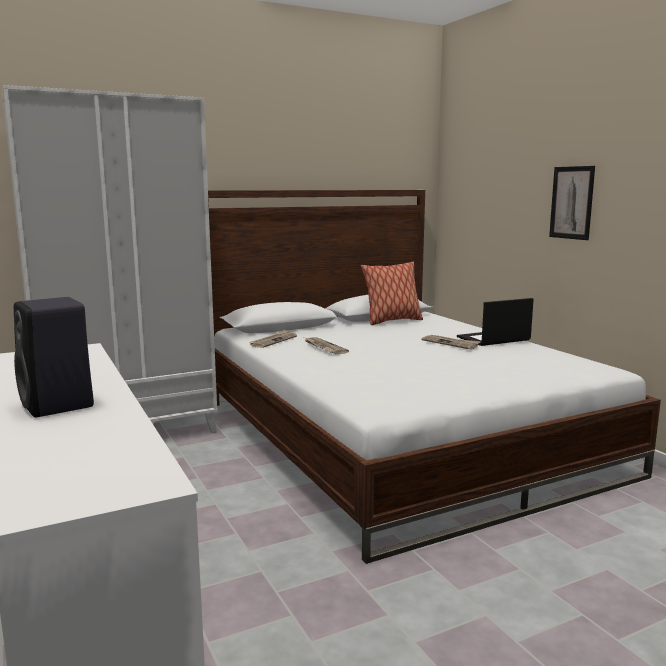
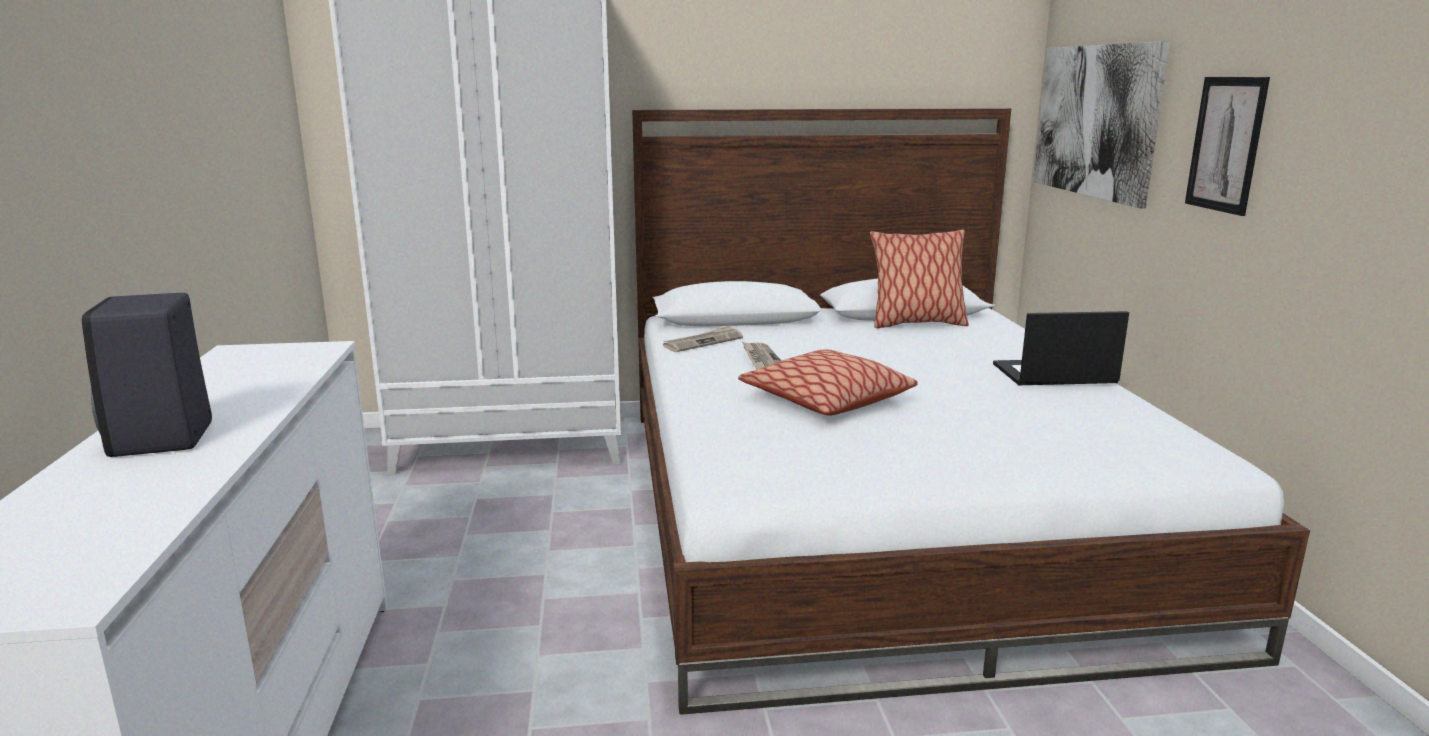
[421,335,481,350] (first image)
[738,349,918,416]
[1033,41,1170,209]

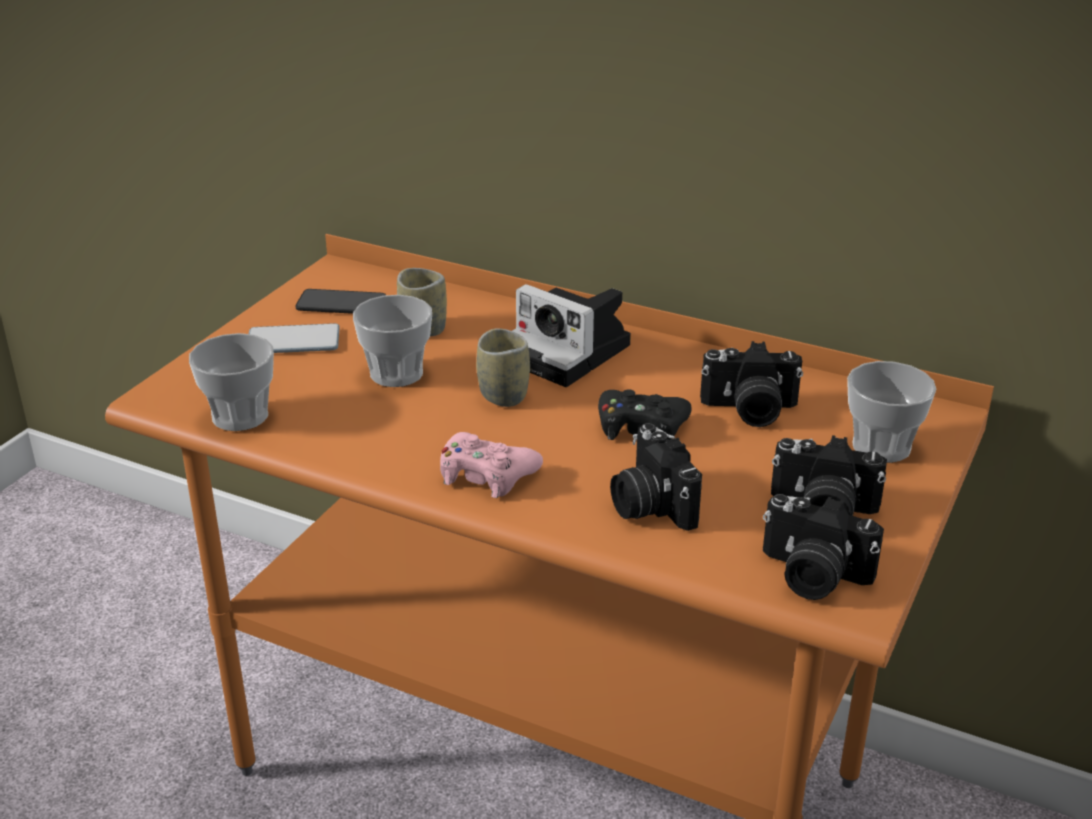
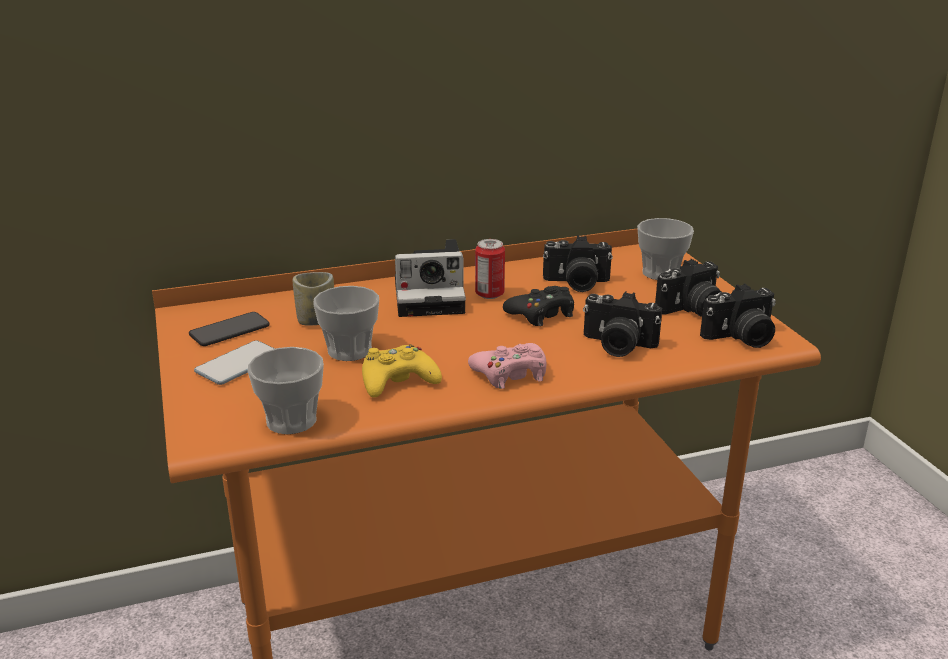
[476,328,530,407] (first image)
[543,235,613,292]
[362,344,442,398]
[475,239,505,299]

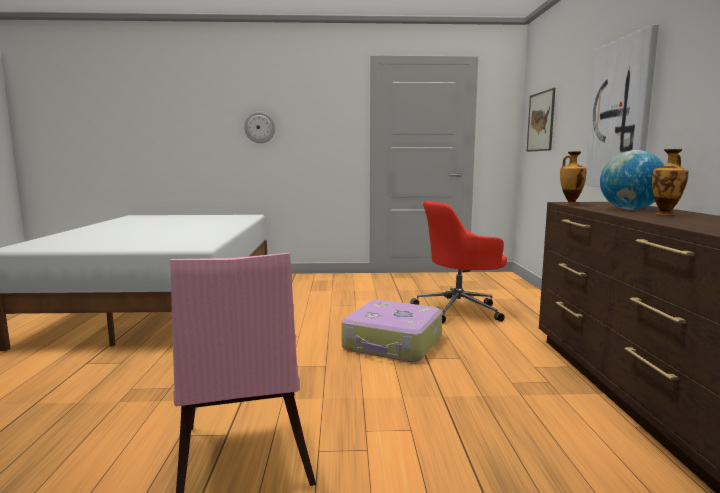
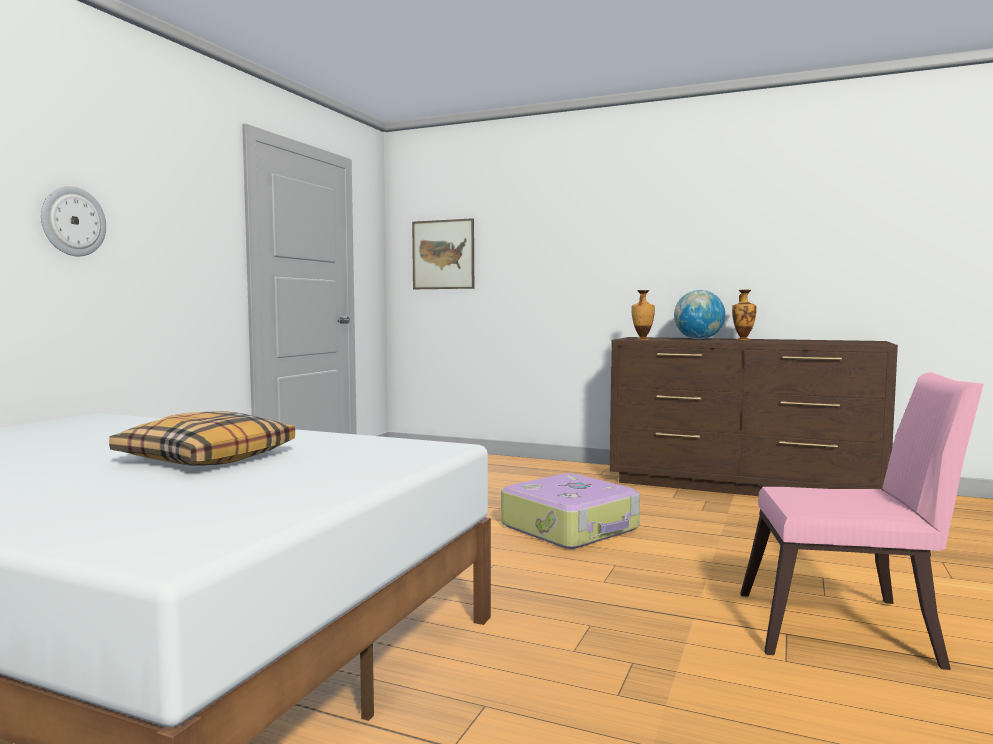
[411,201,507,324] (first image)
[584,24,659,187] (first image)
[109,411,295,466]

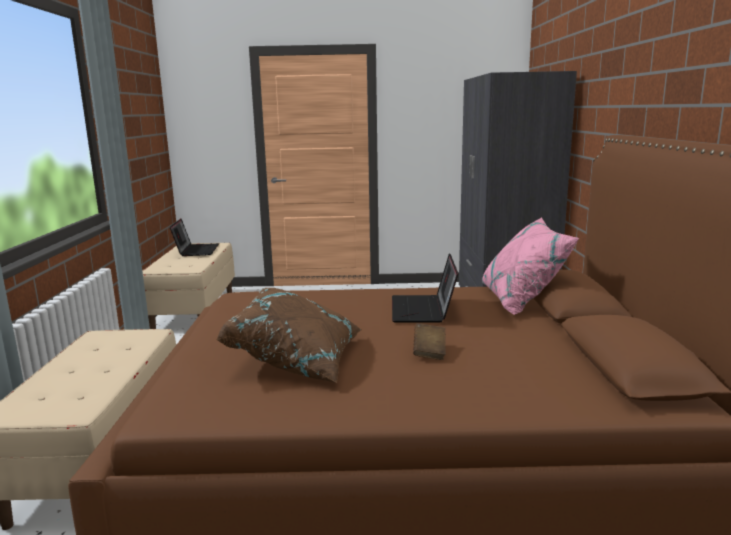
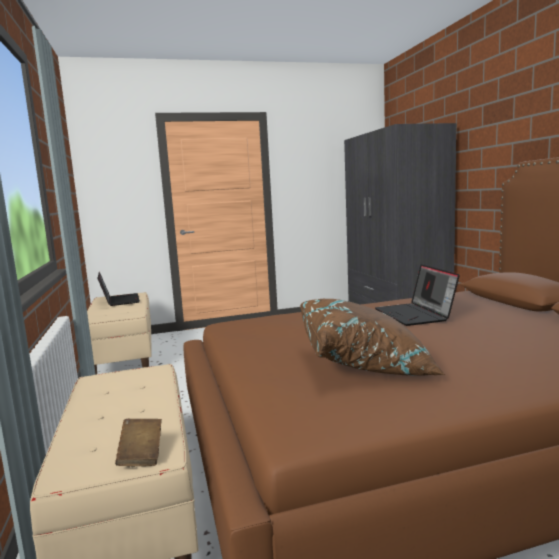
[115,419,162,466]
[482,217,579,315] (first image)

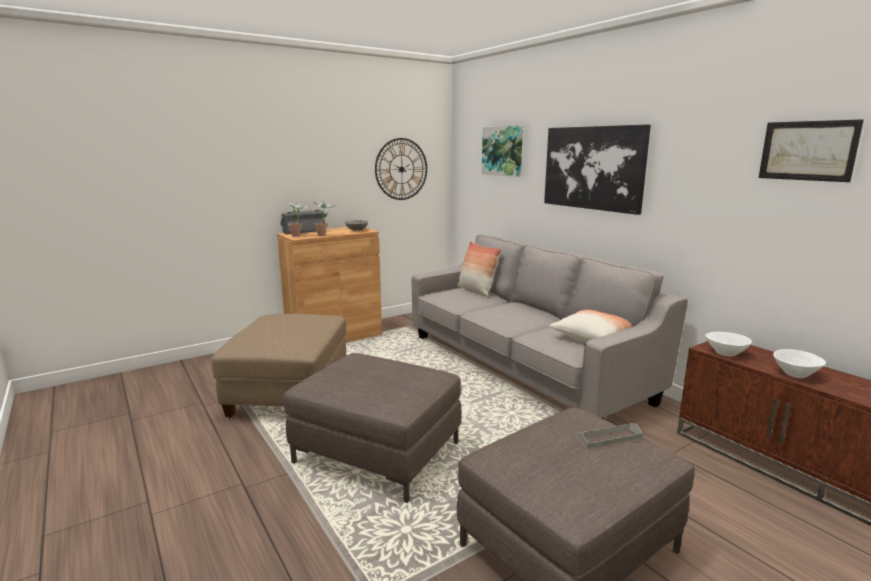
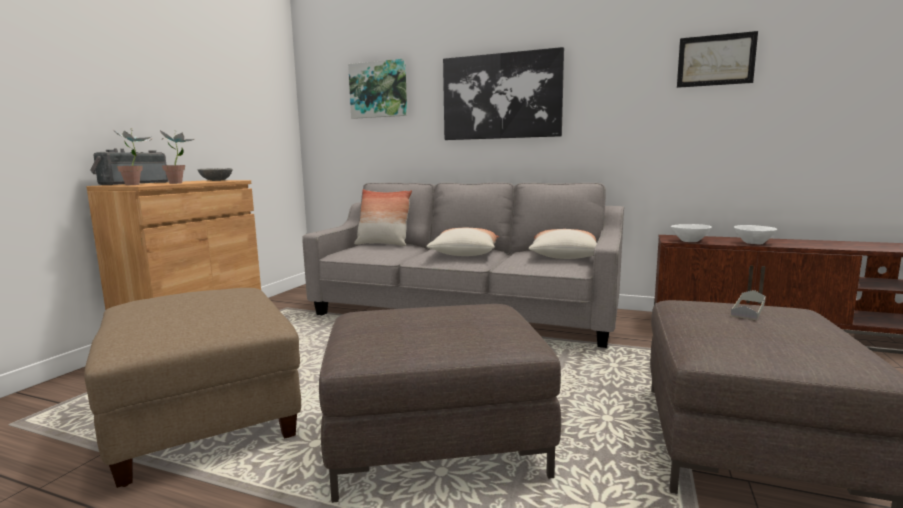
[375,138,427,200] (first image)
[426,228,499,256]

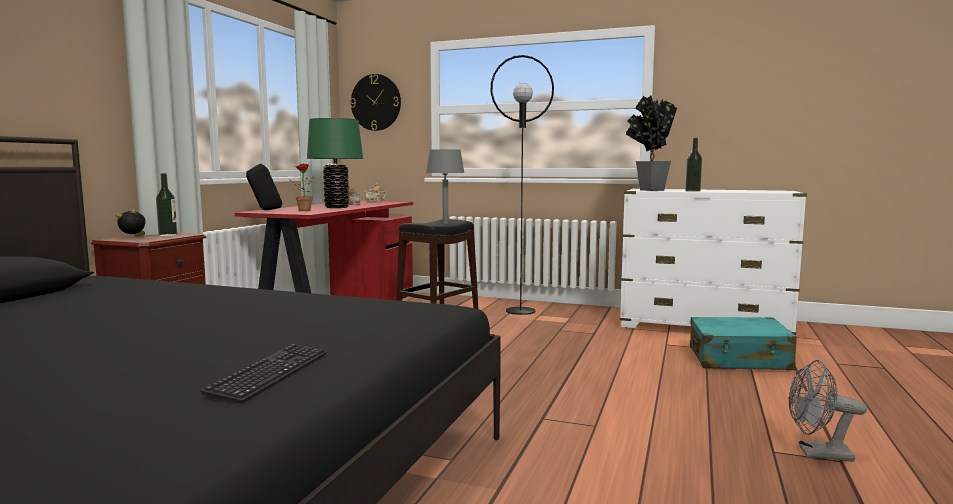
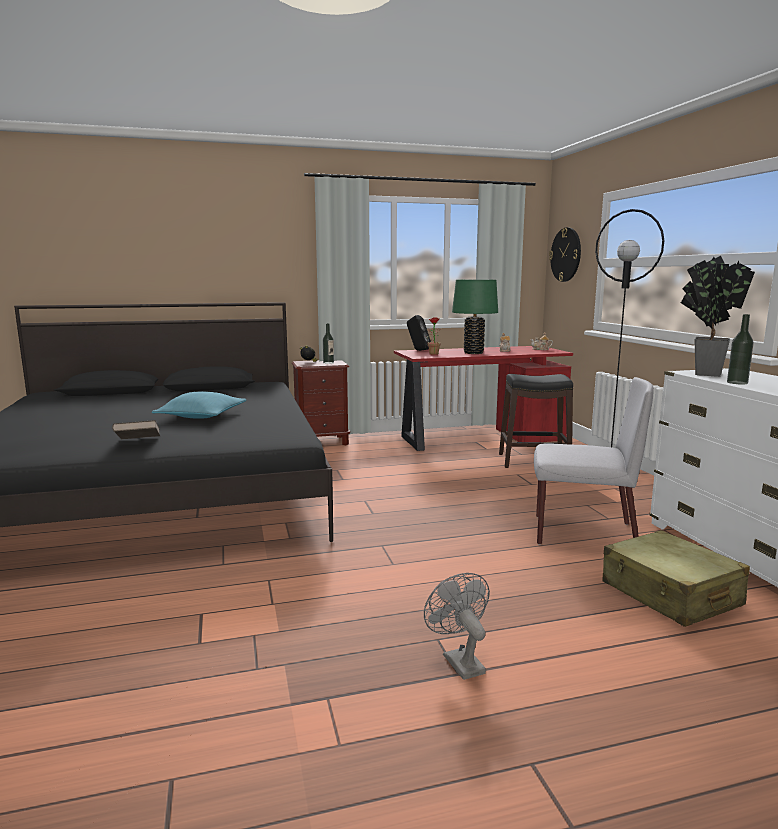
[112,420,160,439]
[426,149,465,224] (first image)
[603,530,750,627]
[152,392,247,419]
[534,377,654,545]

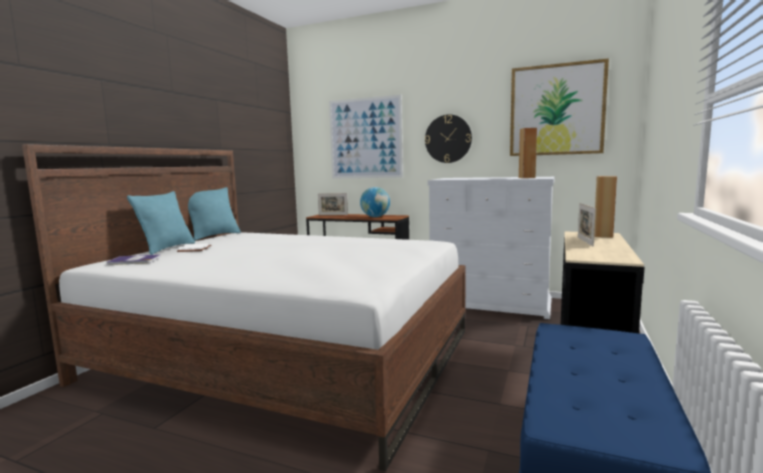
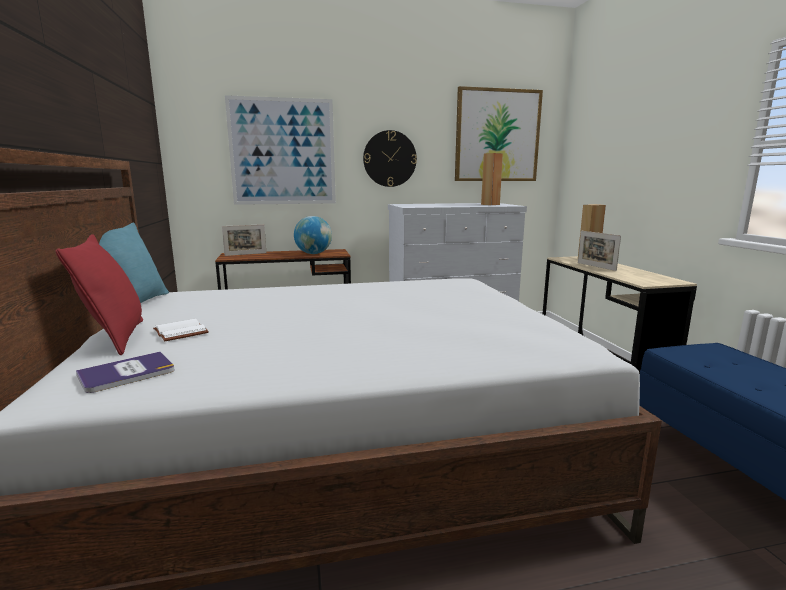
[56,234,143,355]

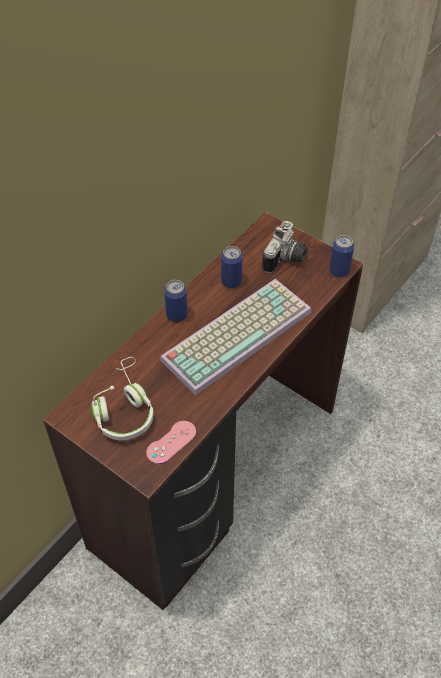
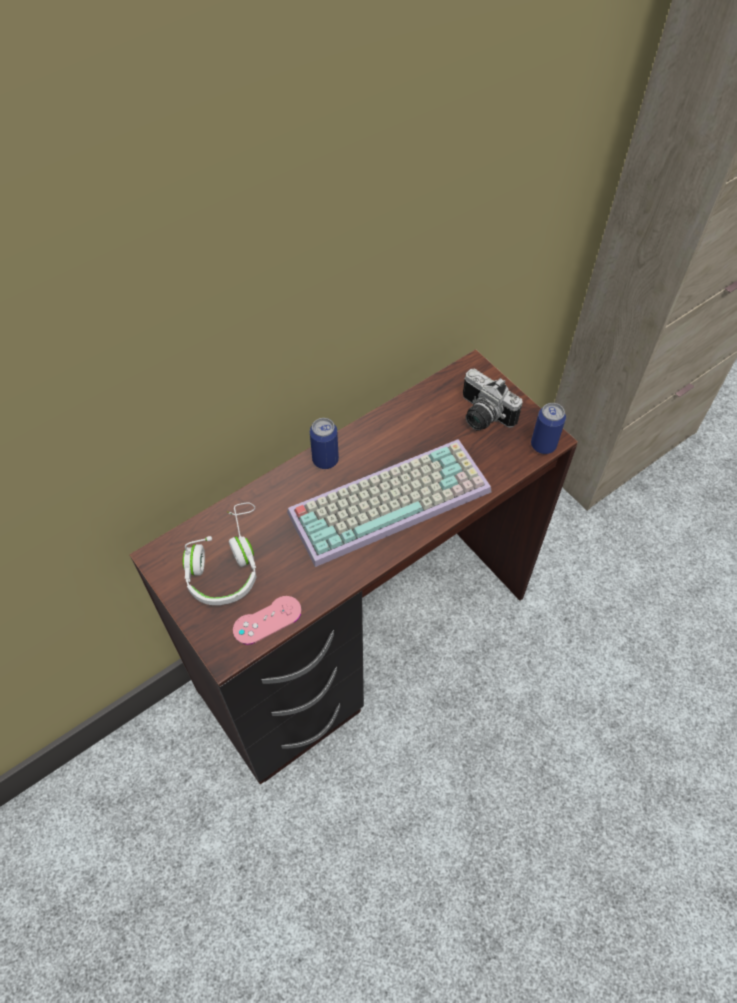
[221,246,243,288] (first image)
[463,369,523,431]

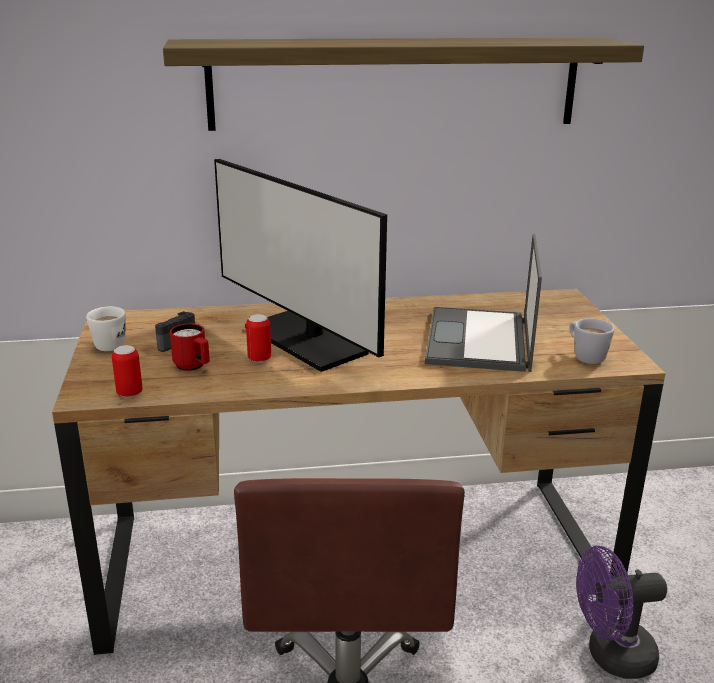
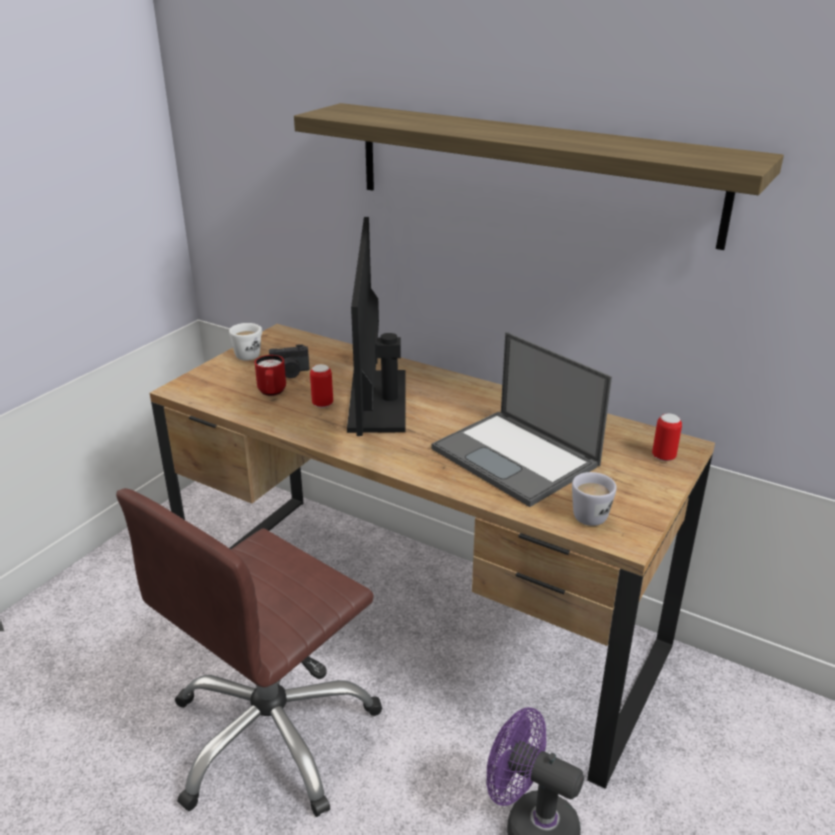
[652,414,682,461]
[432,332,612,507]

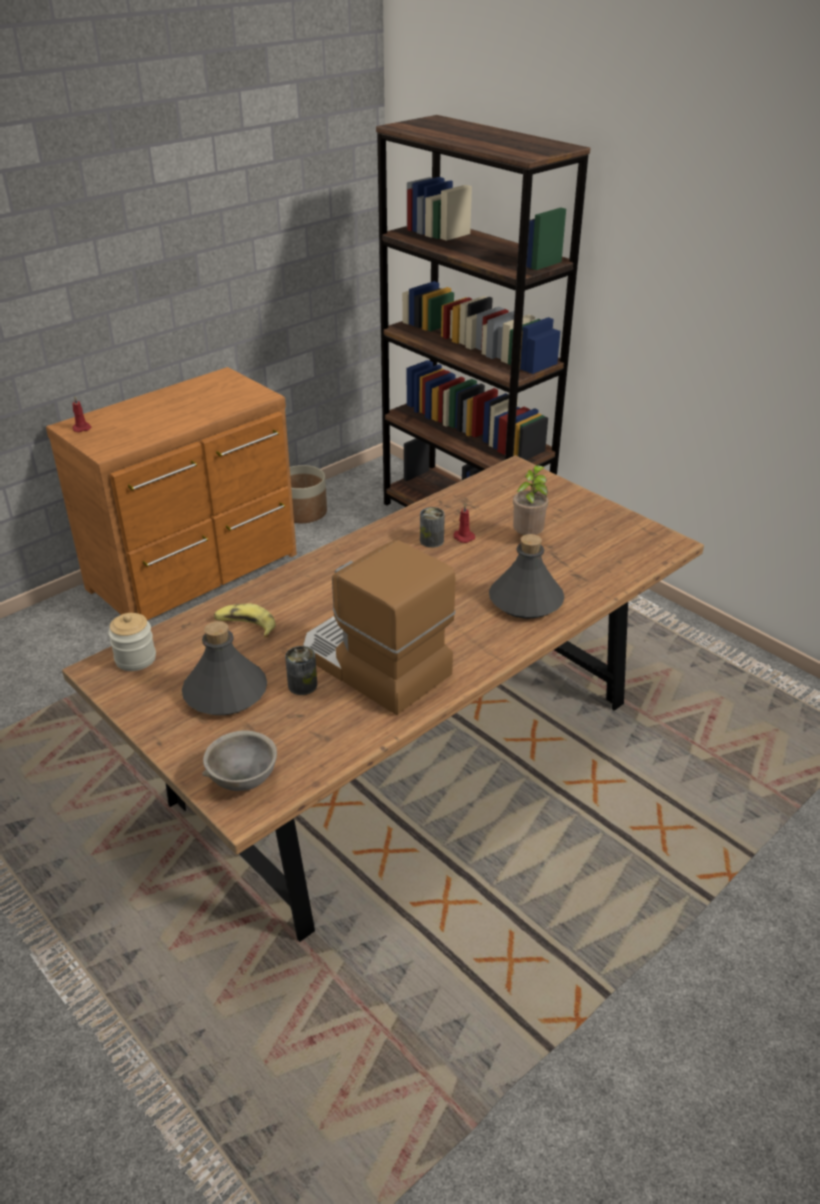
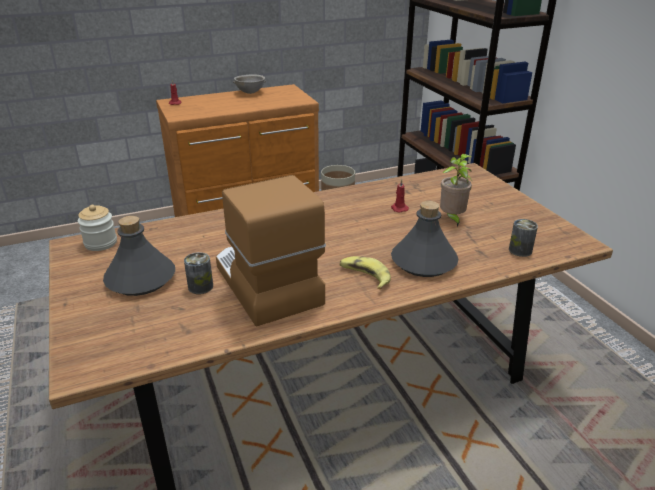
[233,74,266,94]
[340,256,391,289]
[509,219,538,257]

